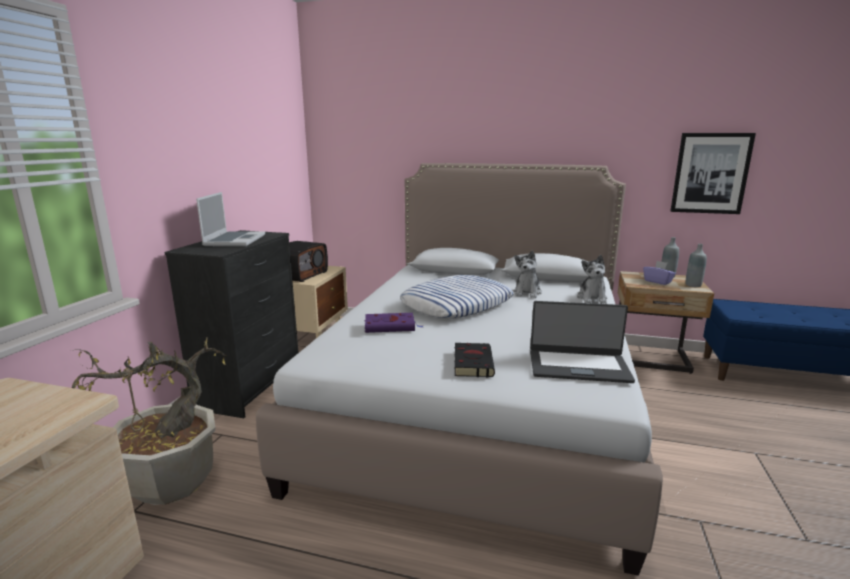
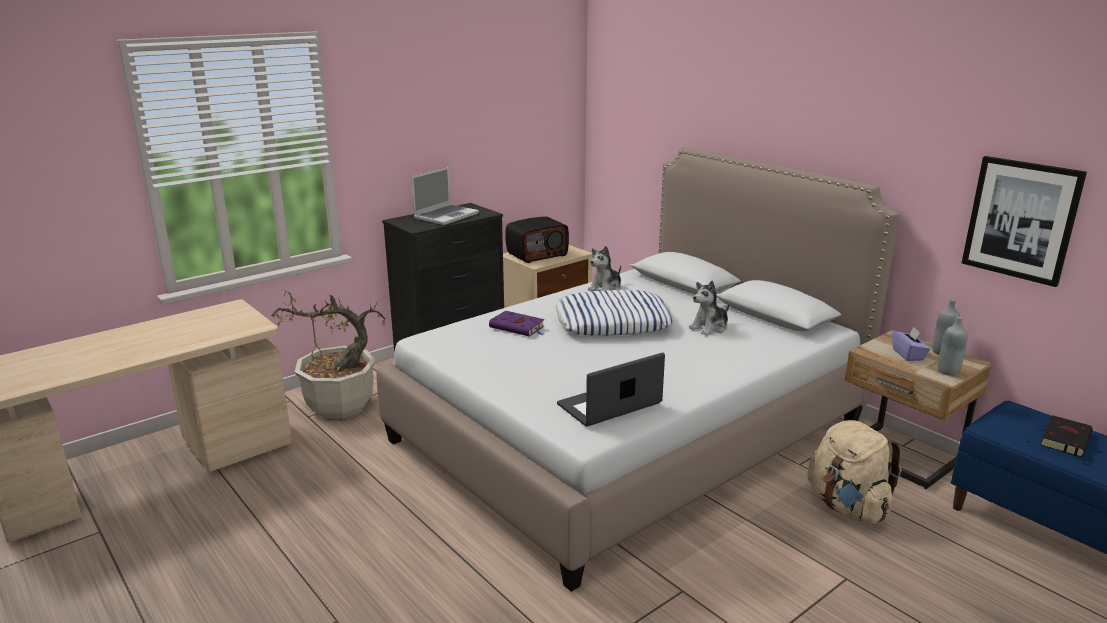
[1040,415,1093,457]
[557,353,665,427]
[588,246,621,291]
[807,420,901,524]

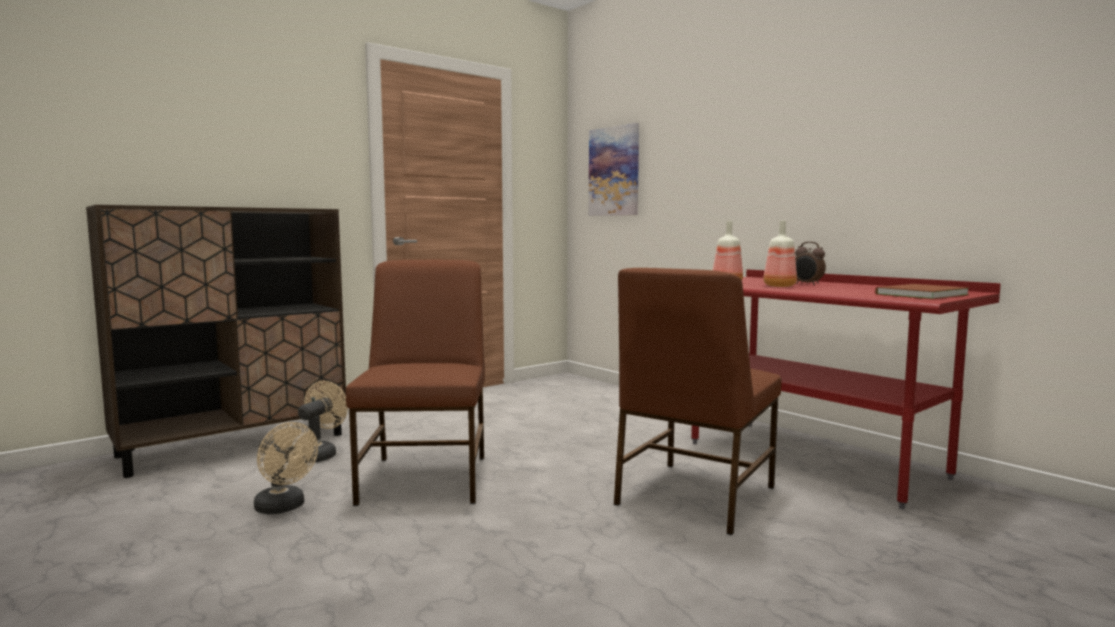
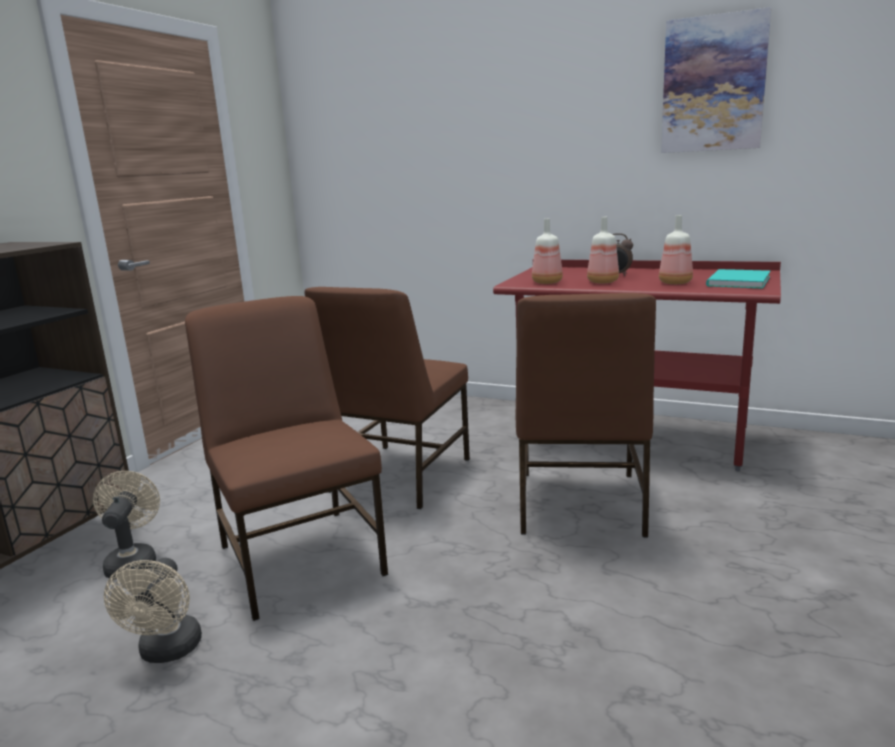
[104,558,202,663]
[661,7,771,153]
[706,269,770,289]
[305,287,470,509]
[659,215,693,284]

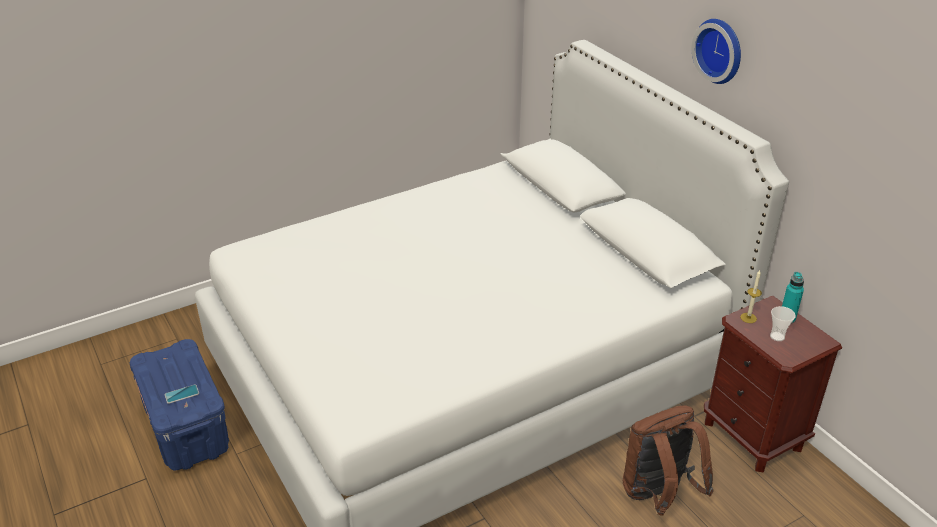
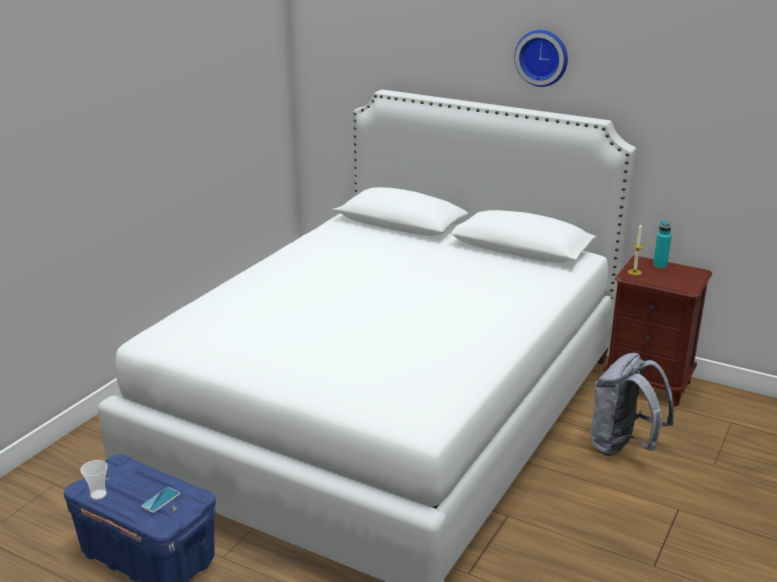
[590,353,674,456]
[80,460,108,500]

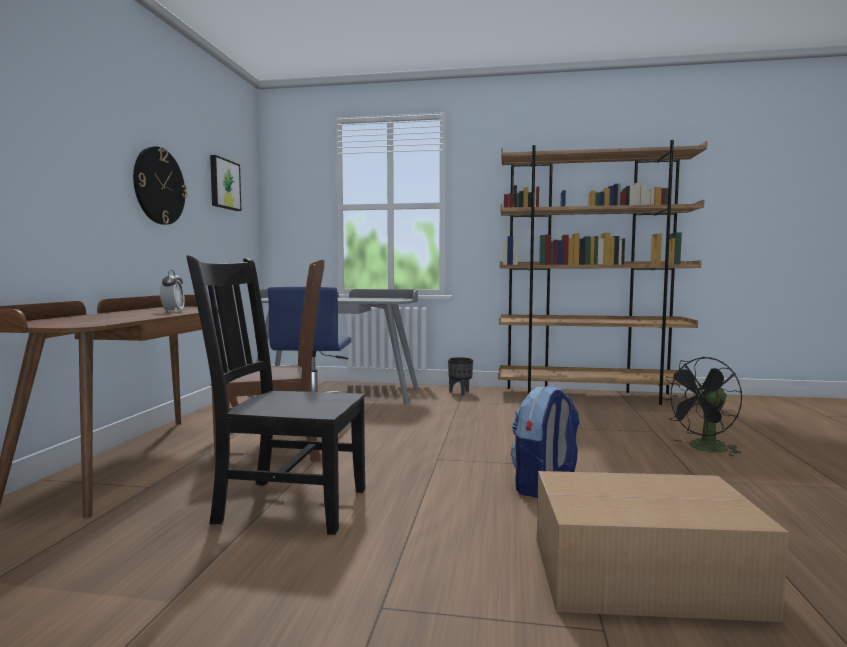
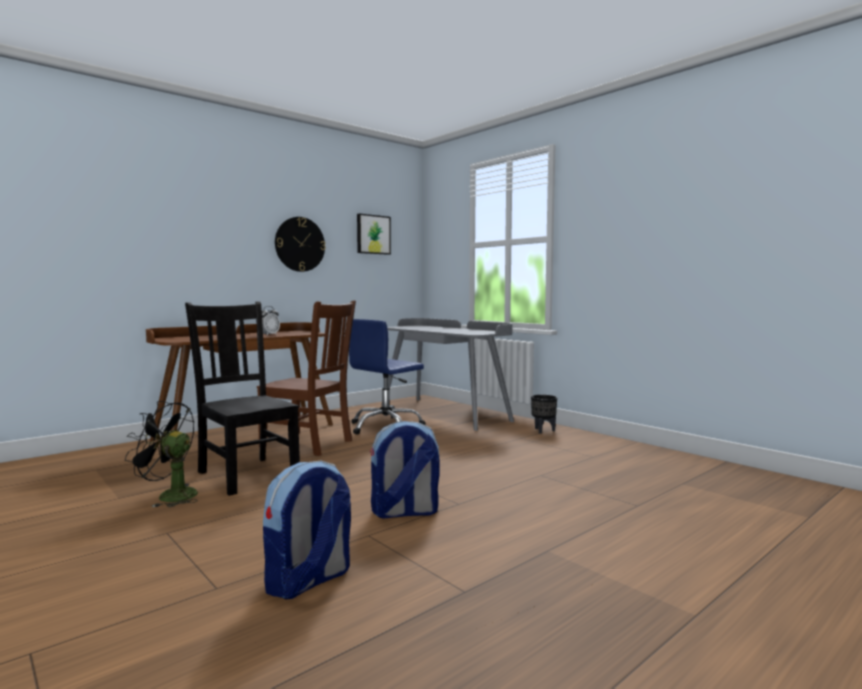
[498,140,707,405] (first image)
[263,461,351,599]
[125,401,198,507]

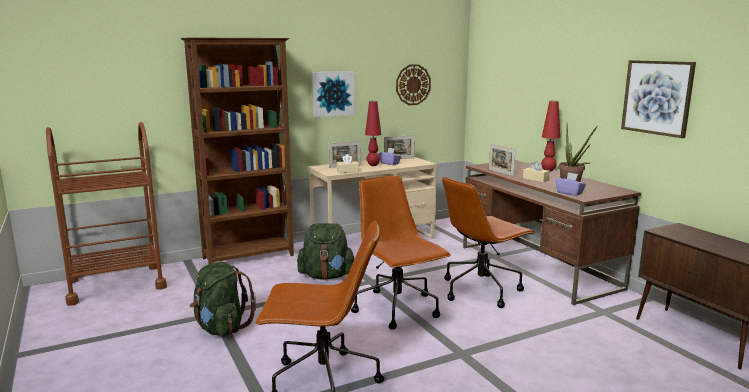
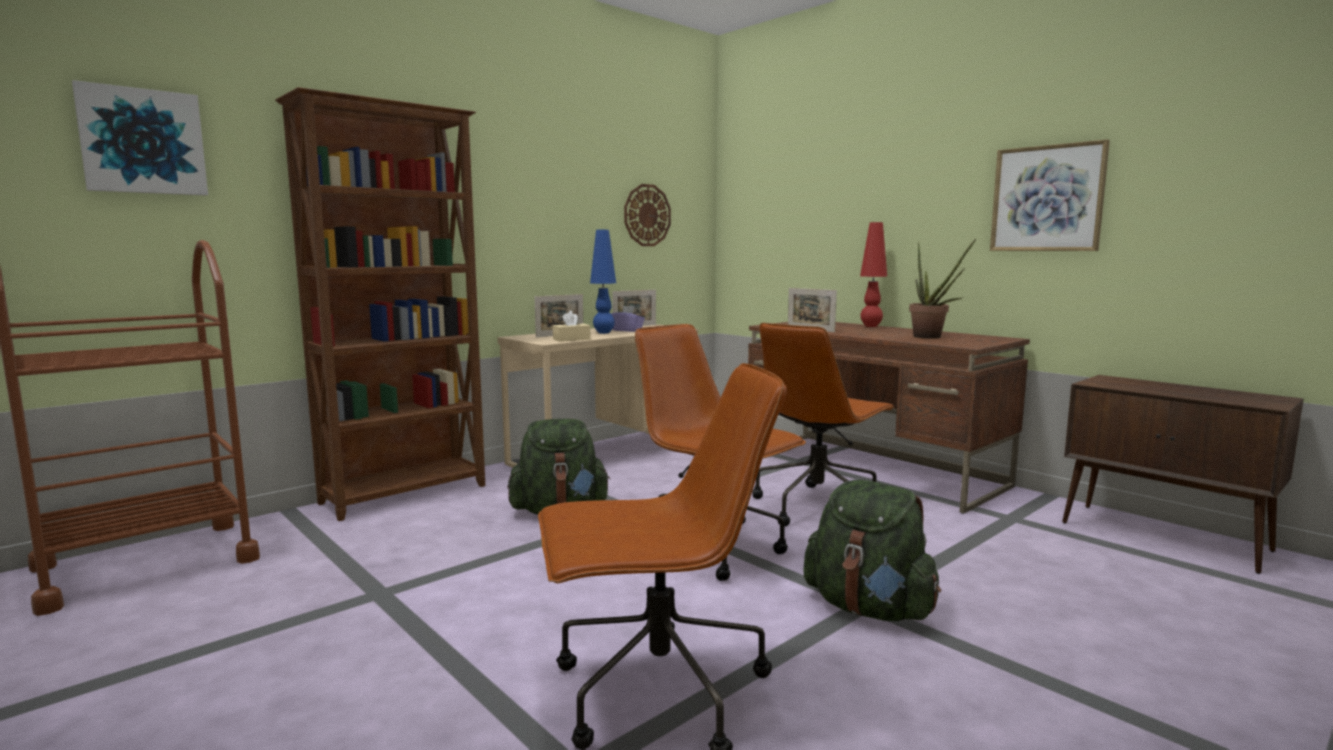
[803,480,941,621]
[72,80,208,196]
[590,230,616,334]
[523,161,550,182] (first image)
[555,172,586,196] (first image)

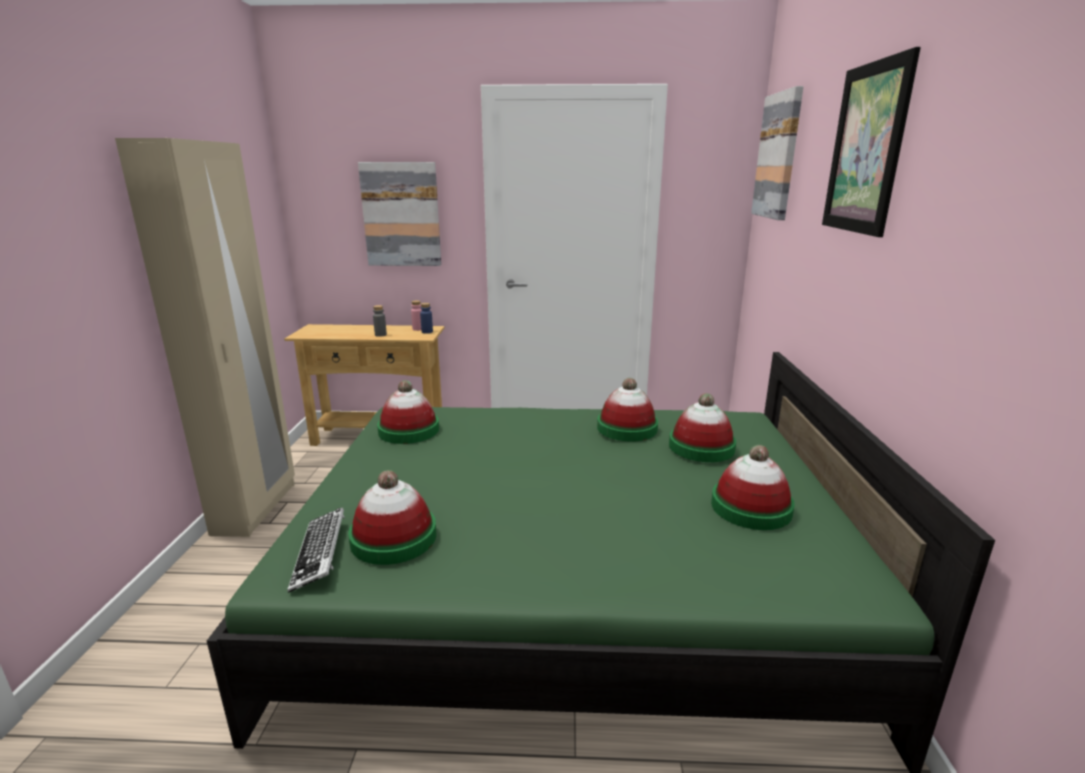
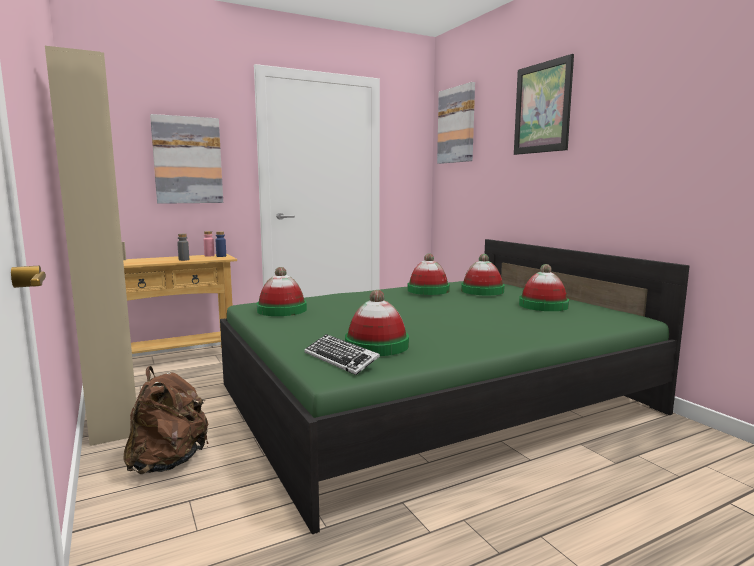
[123,366,209,474]

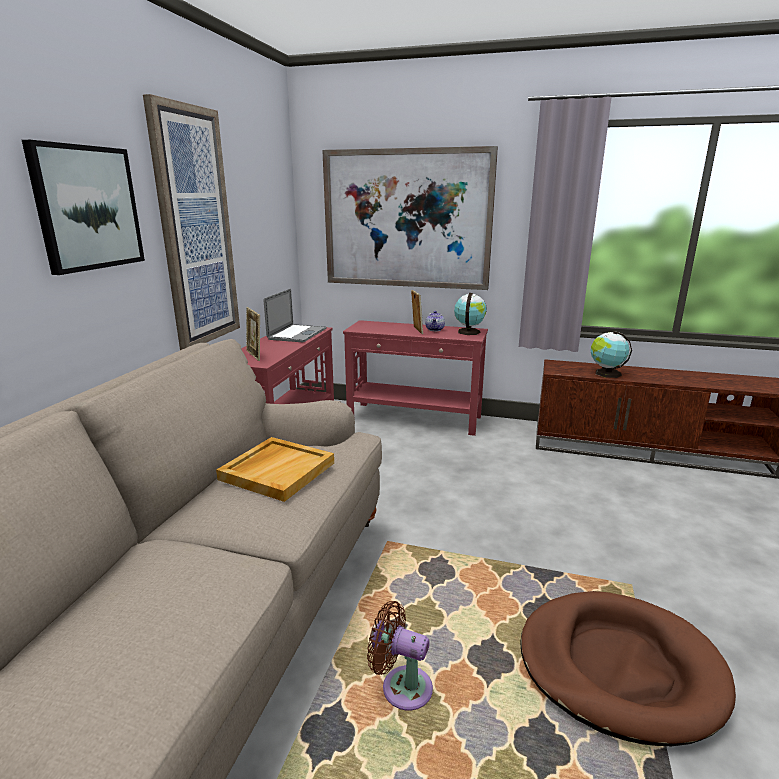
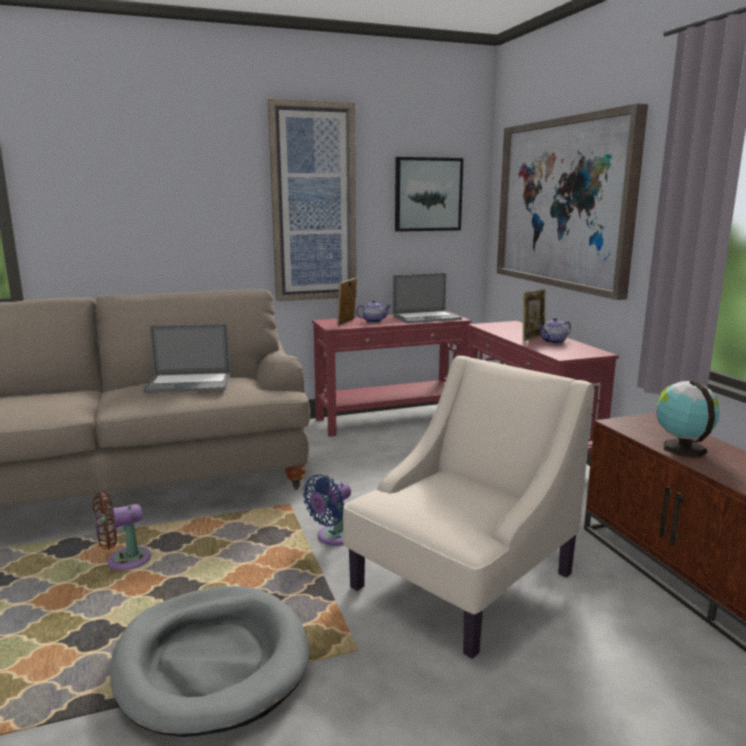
[395,157,463,232]
[143,323,230,393]
[93,492,151,570]
[454,293,487,335] (first image)
[110,586,310,737]
[303,474,351,546]
[343,356,594,659]
[356,300,391,323]

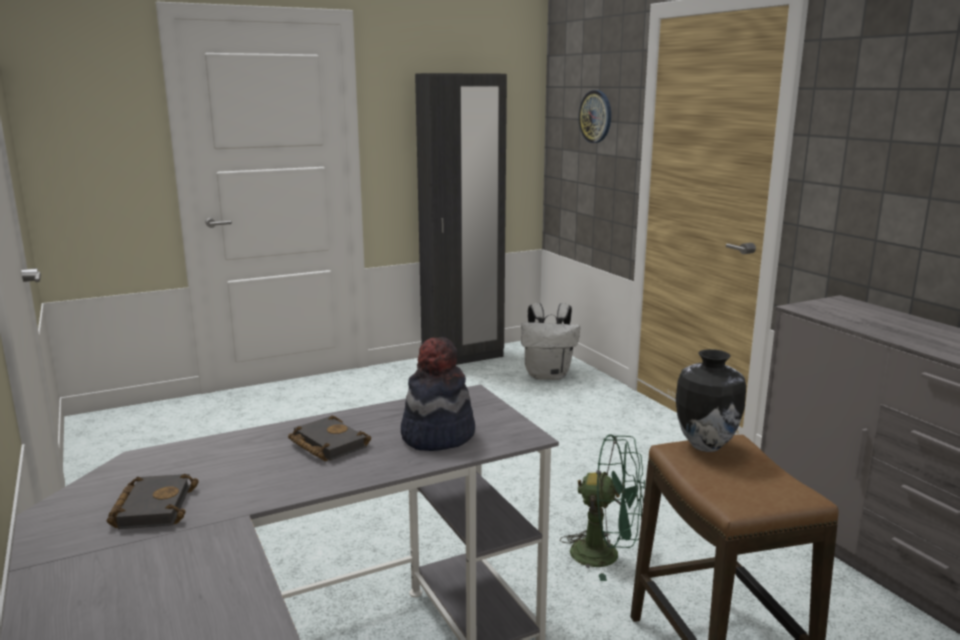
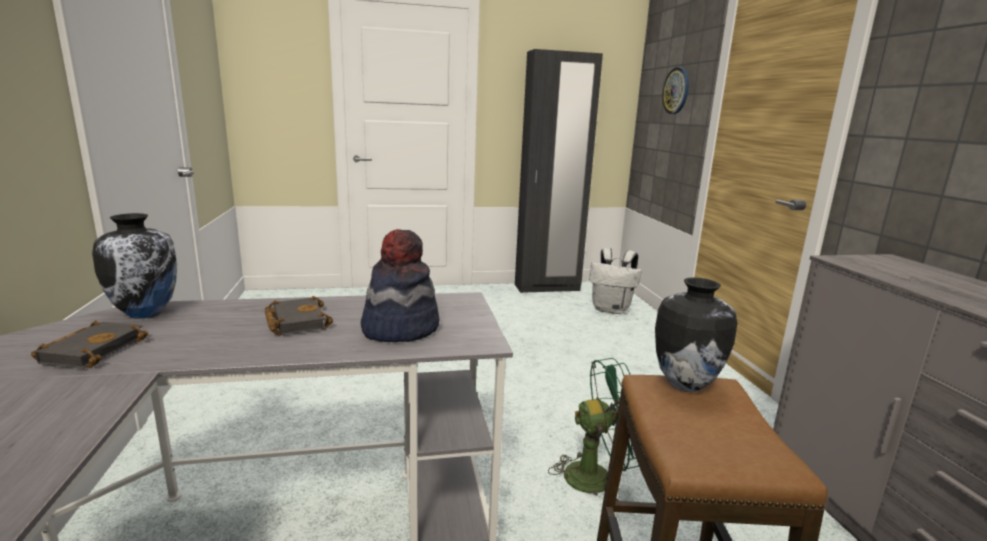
[548,358,639,501]
[92,213,177,319]

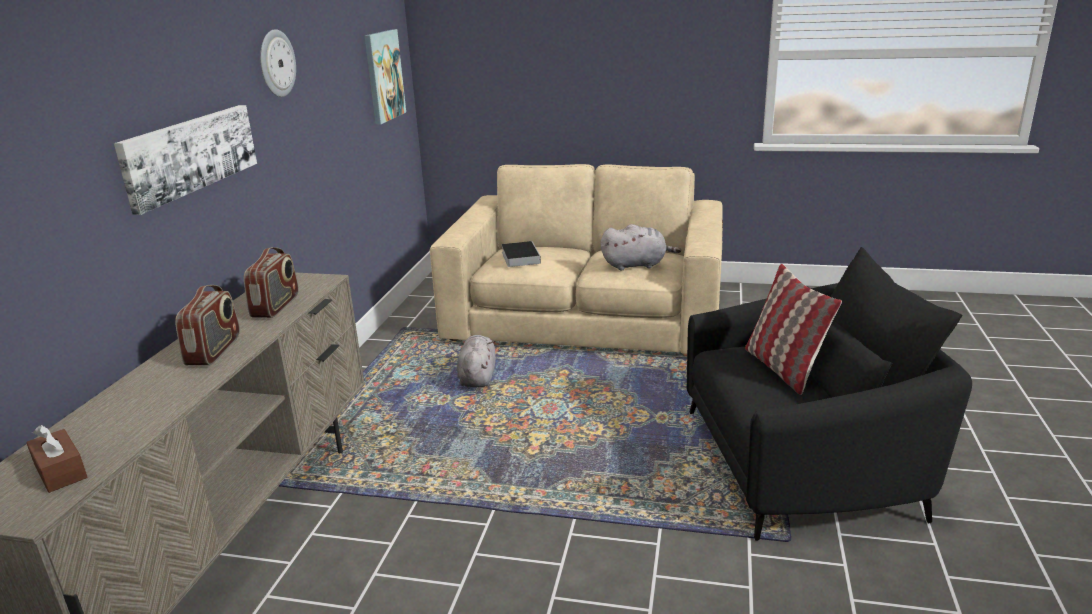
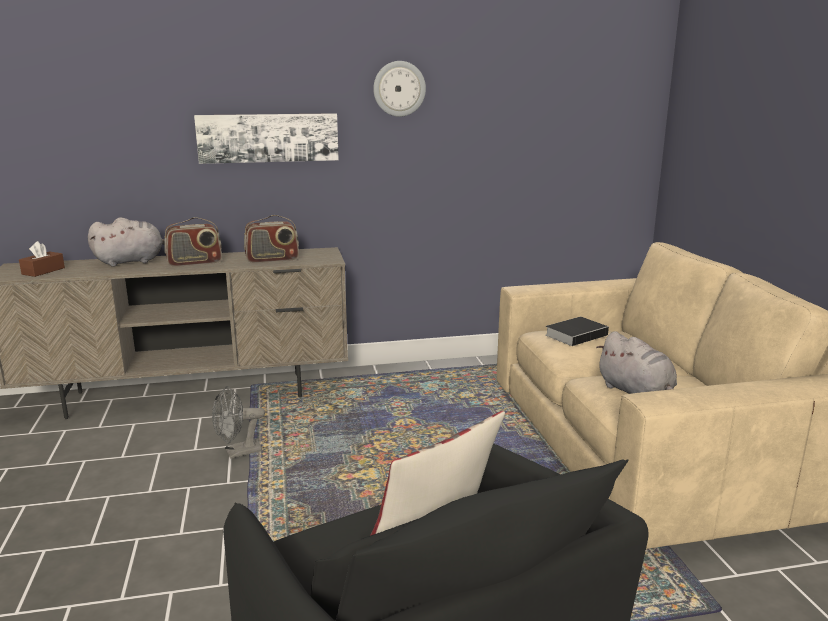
[364,29,406,125] (first image)
[88,217,164,267]
[212,386,265,459]

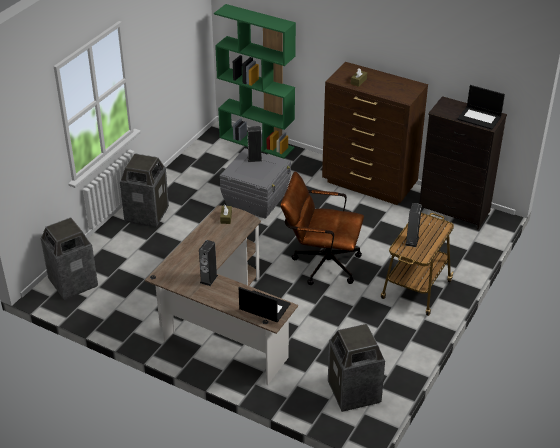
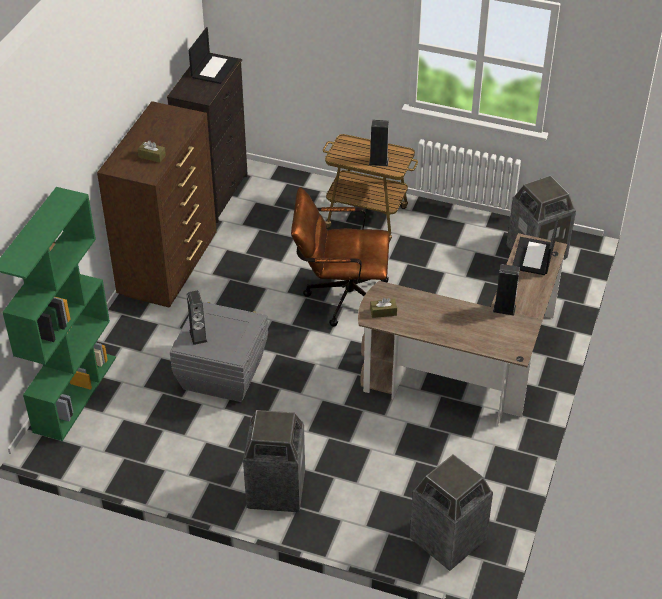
[291,187,390,327]

